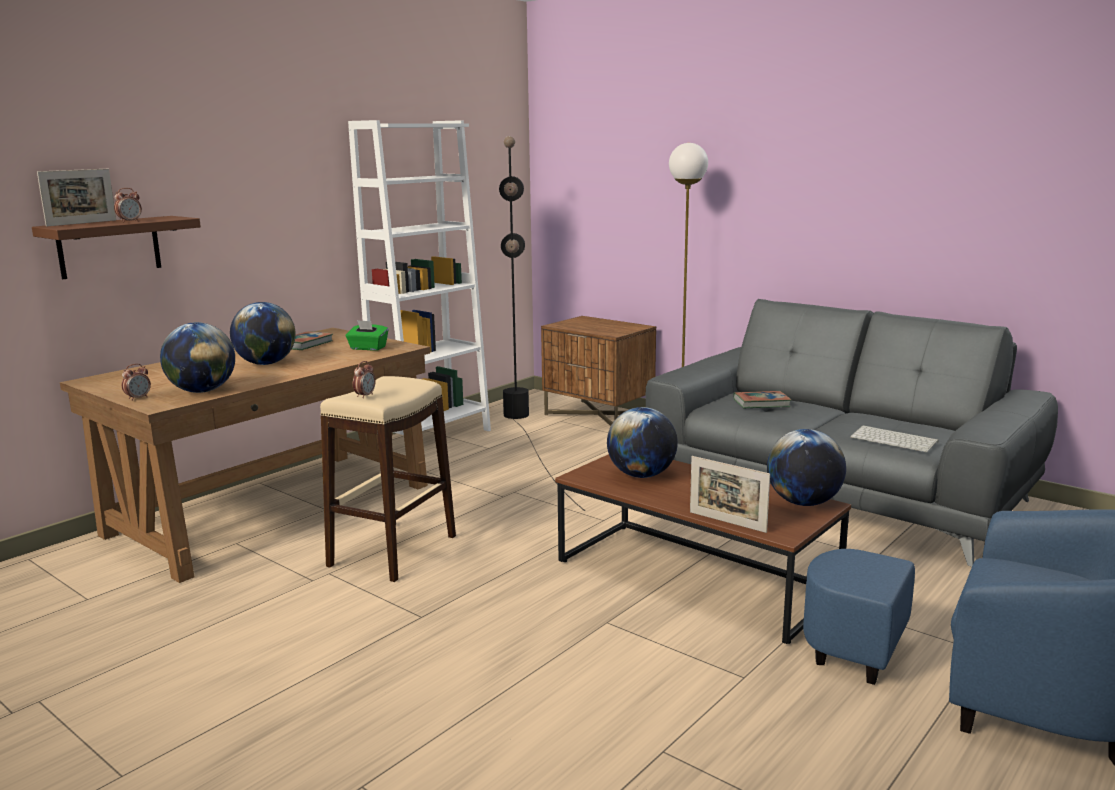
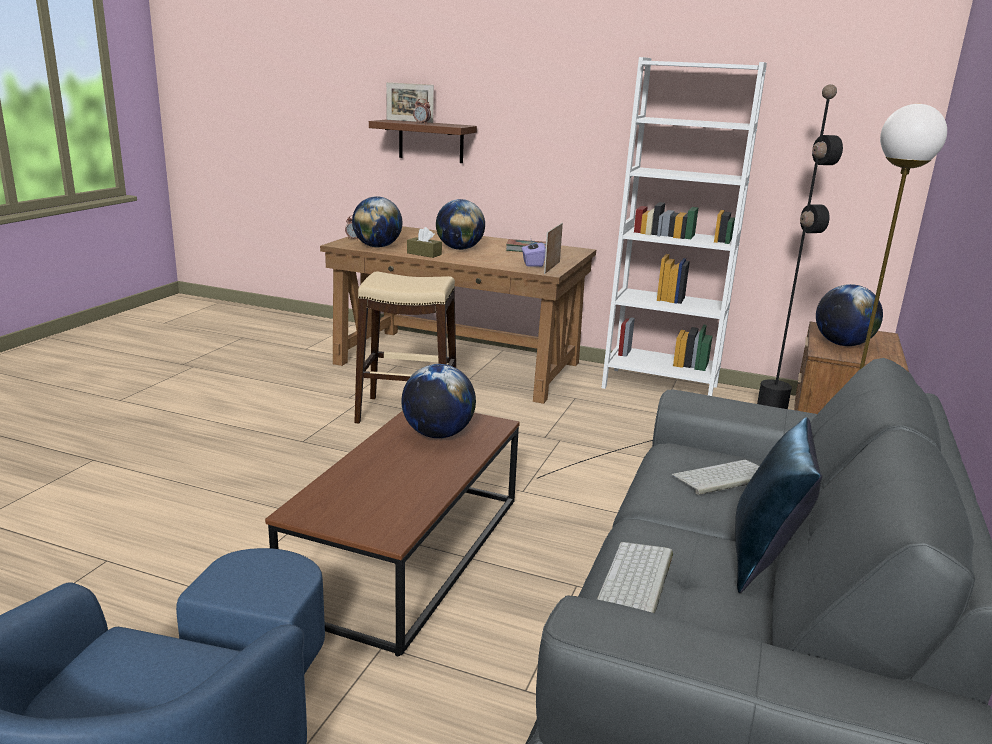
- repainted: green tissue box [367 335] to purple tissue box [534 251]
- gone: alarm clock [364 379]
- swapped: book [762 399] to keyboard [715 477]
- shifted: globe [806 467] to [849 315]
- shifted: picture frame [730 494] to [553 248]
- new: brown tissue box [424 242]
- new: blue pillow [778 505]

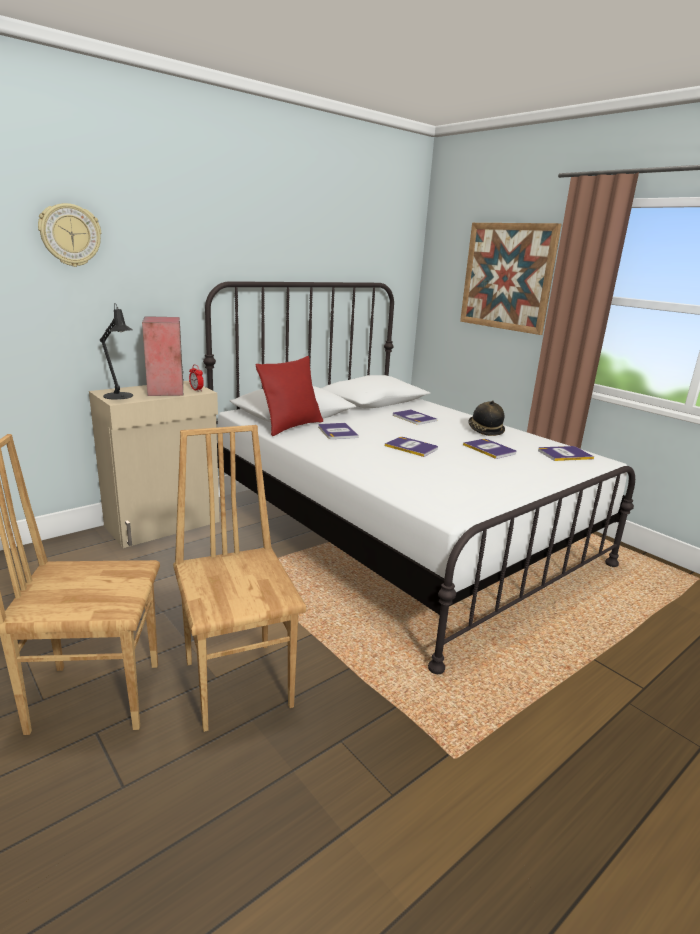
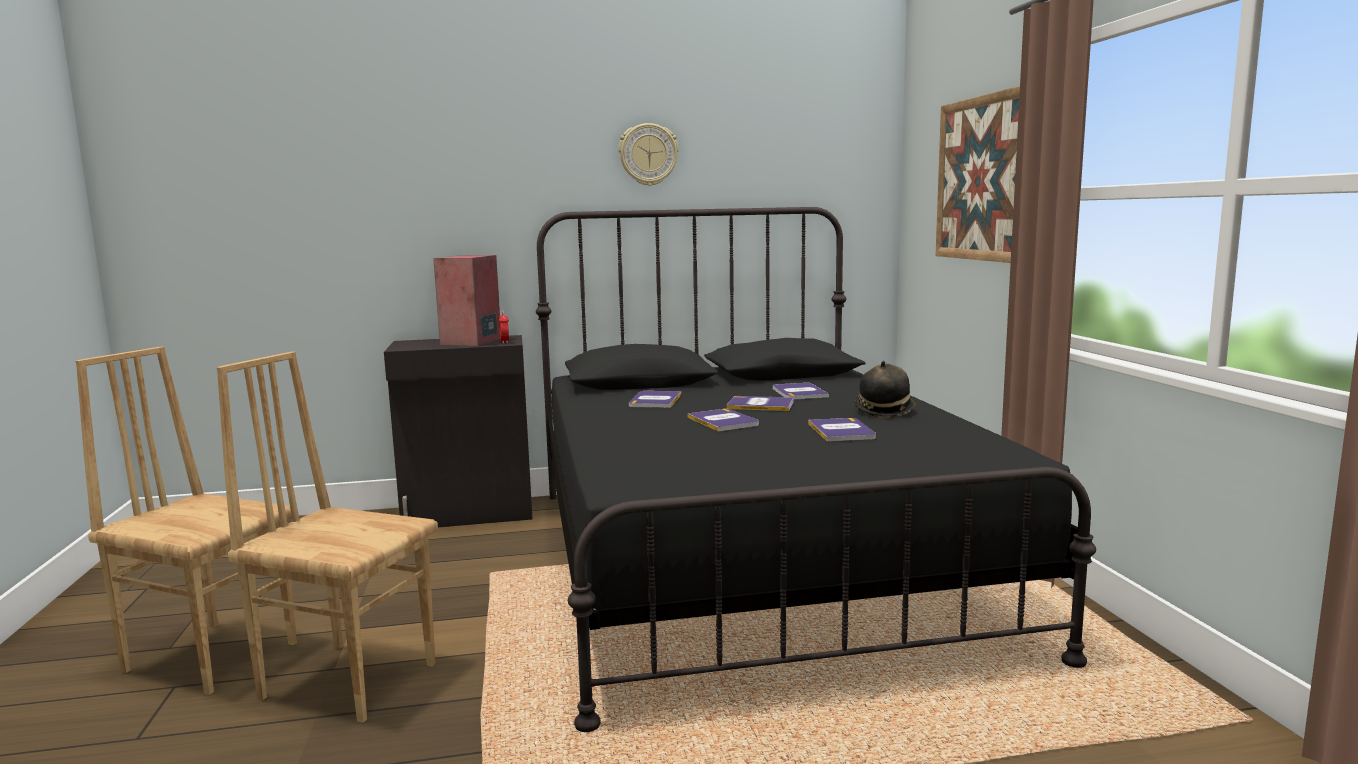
- shifted: wall clock [69 235] to [649 154]
- repainted: white bed [419 477] to black bed [816 469]
- gone: black table lamp [116 351]
- gone: red pillow [289 396]
- repainted: beige cabinet [154 464] to black cabinet [458 431]
- rotated: brown chair [239 578] = [327 537] 75 degrees counterclockwise
- shifted: book [566 453] to [760 403]

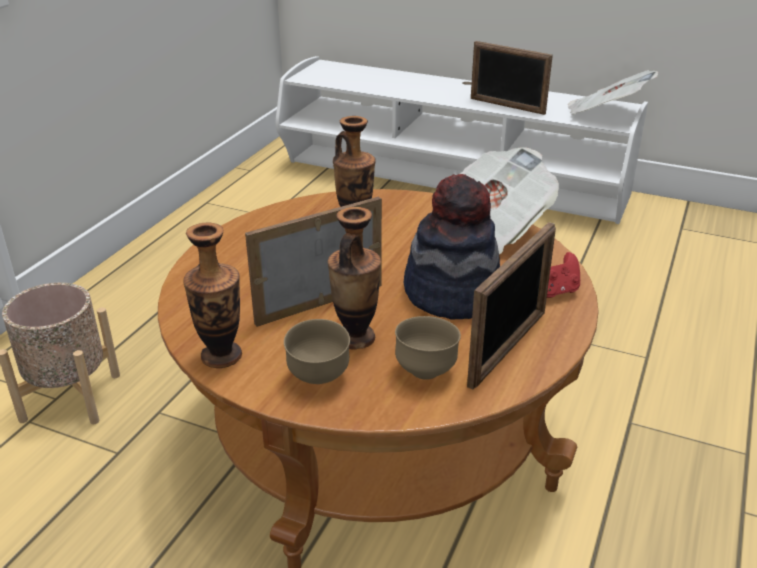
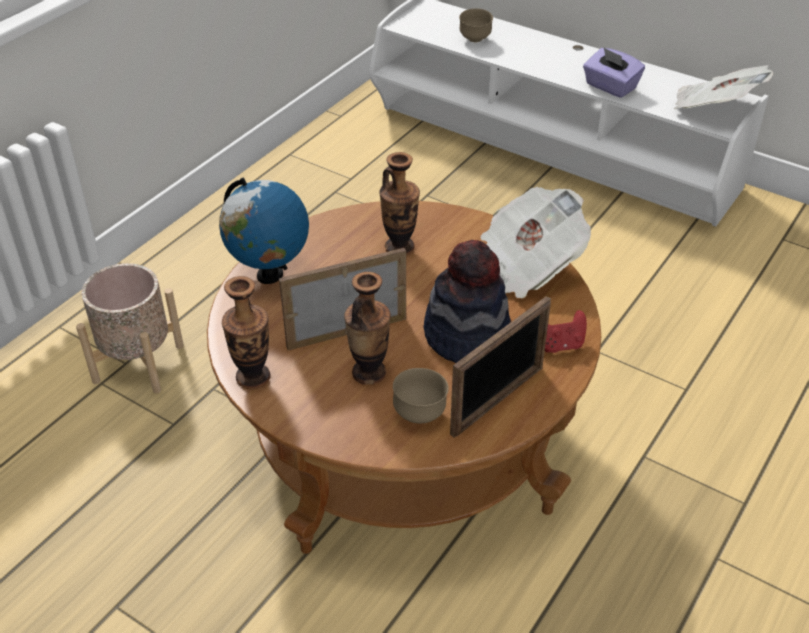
- swapped: picture frame [512 78] to purple tissue box [614 73]
- shifted: brown bowl [317 351] to [476 25]
- new: globe [264 230]

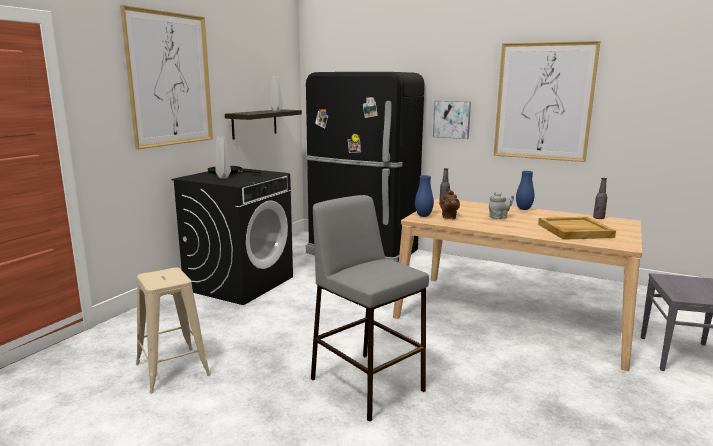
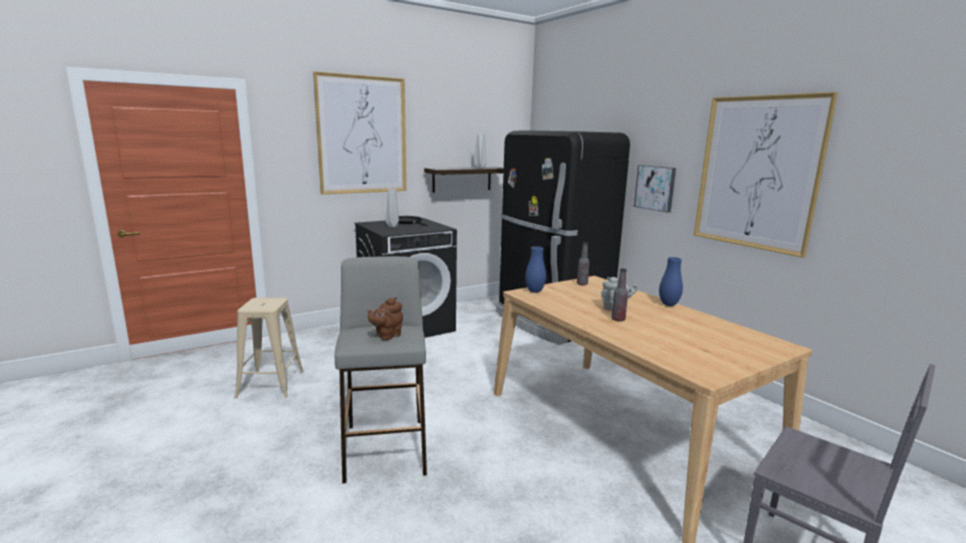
- shifted: bottle [600 198] to [619 295]
- shifted: brown teapot [450 204] to [385 318]
- gone: beige tray [577 228]

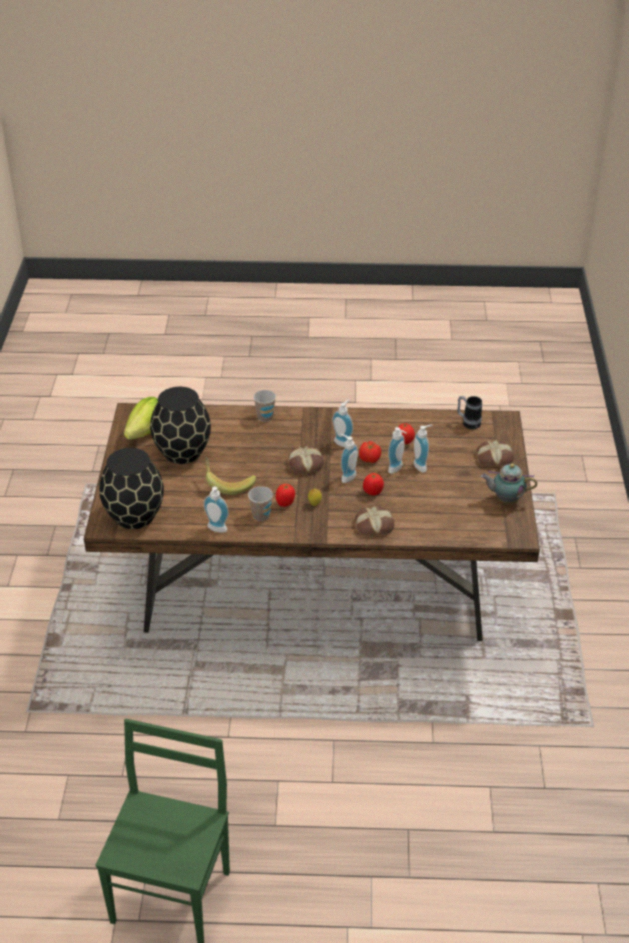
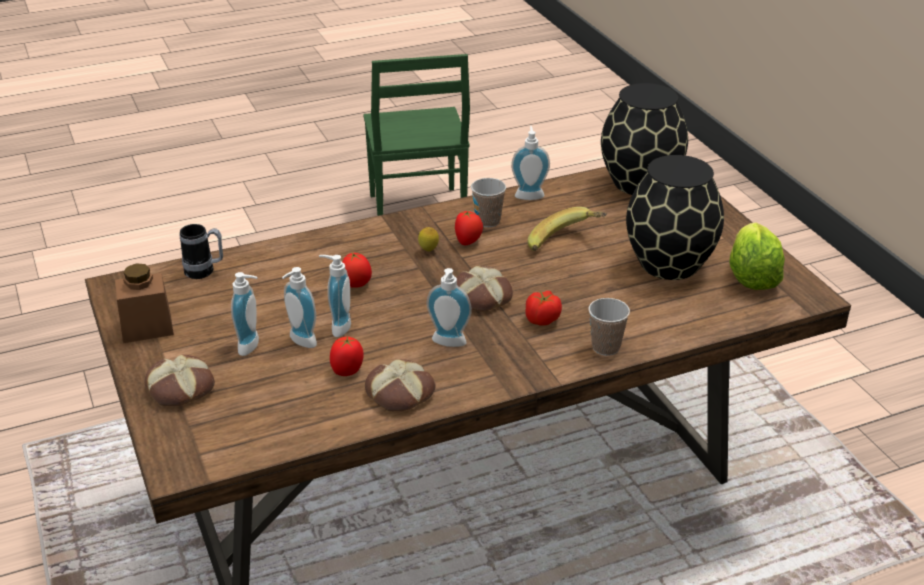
- shifted: mug [469 412] to [201 251]
- shifted: soap dispenser [349 458] to [245 314]
- shifted: tomato [370 452] to [543 308]
- swapped: teapot [509 484] to brown jar [144 303]
- shifted: bread [374 521] to [400 385]

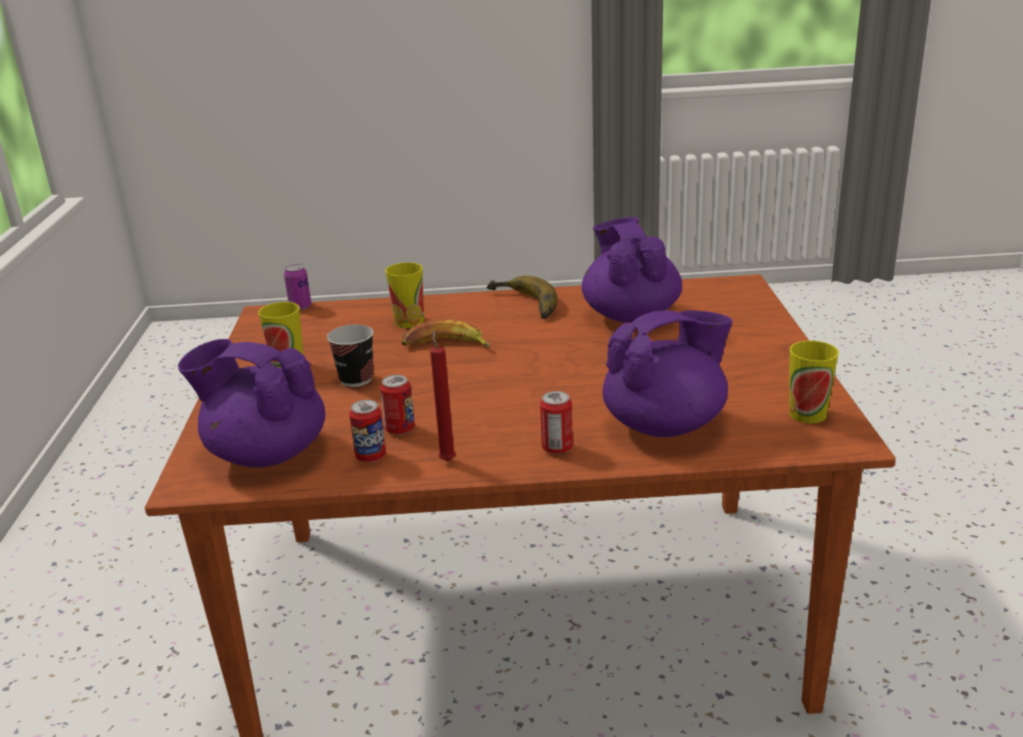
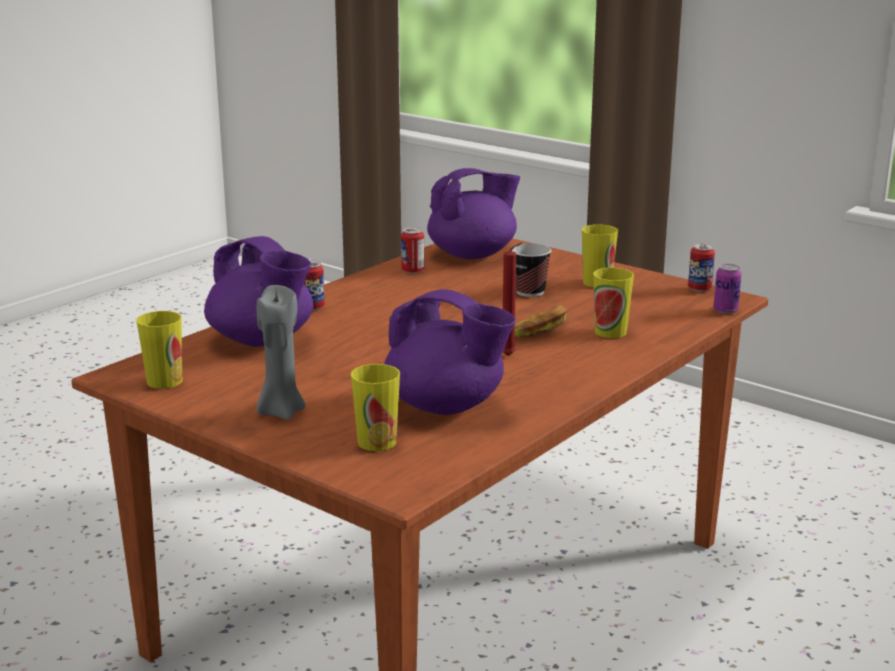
- gone: banana [522 297]
- rotated: purple teapot [667 373] = [259 291] 60 degrees counterclockwise
- shifted: red candle [443 395] to [512 299]
- shifted: can [397 405] to [701 267]
- new: grey candle [281 352]
- new: cup [375 407]

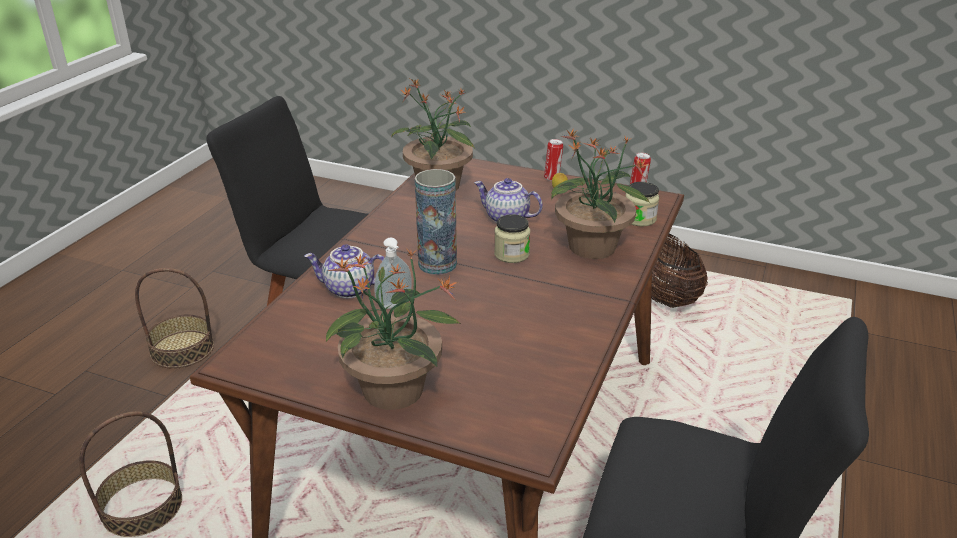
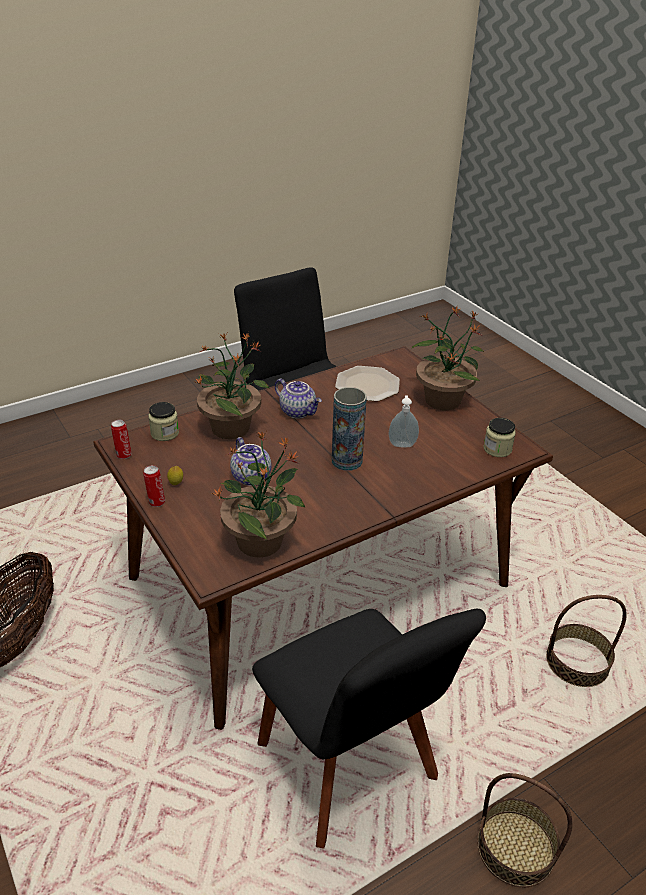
- shifted: jar [512 238] to [499 437]
- shifted: teapot [344 271] to [298 399]
- new: plate [367 384]

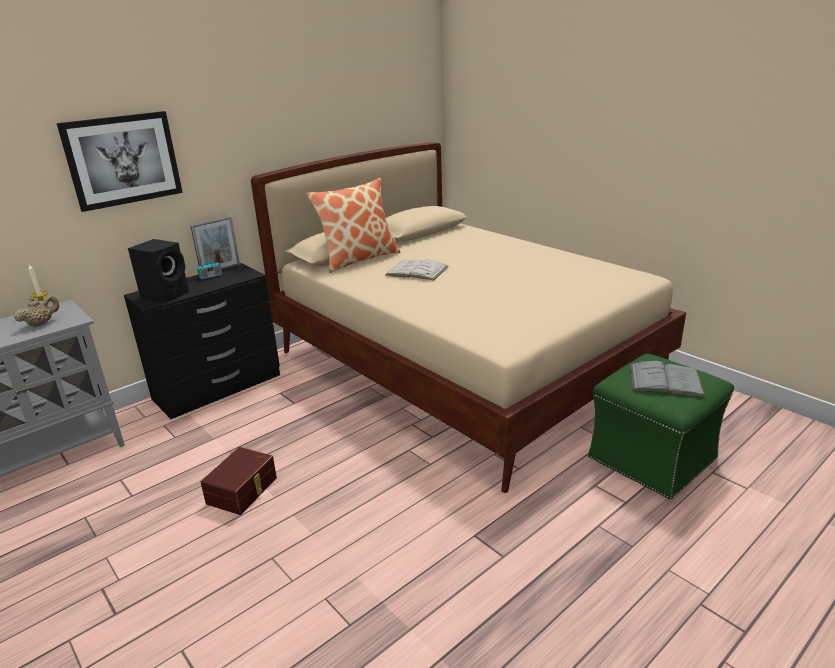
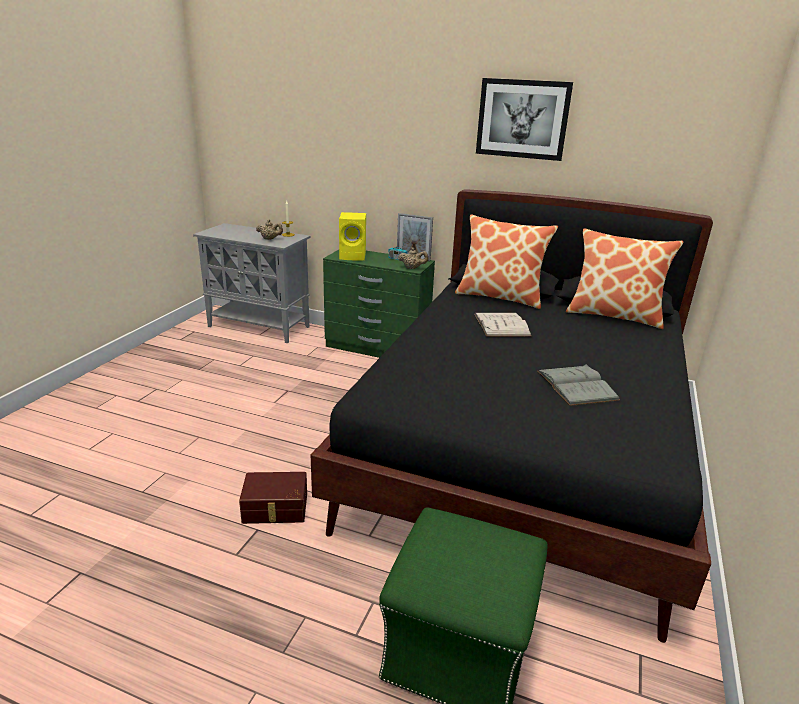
- shifted: picture [120 161] to [524 119]
- repainted: beige bed [468 317] to black bed [512 416]
- repainted: black speaker [158 271] to yellow speaker [352 236]
- repainted: black dresser [202 341] to green dresser [379 304]
- shifted: grey book [668 378] to [578 385]
- shifted: brown storage box [239 481] to [273 498]
- new: pillow [624 278]
- new: beige teapot [413 258]

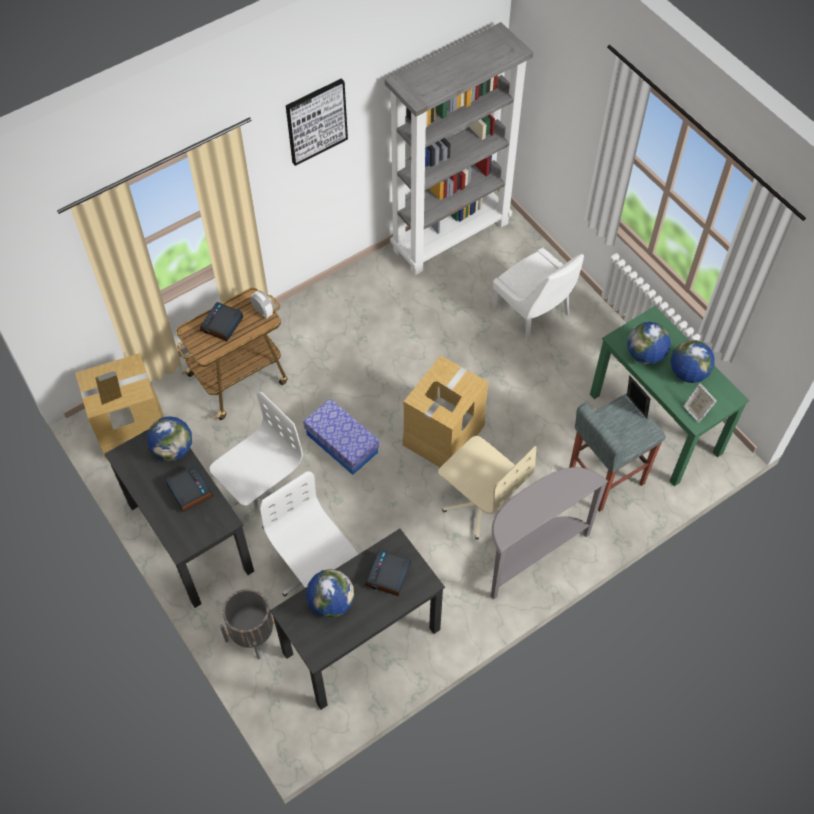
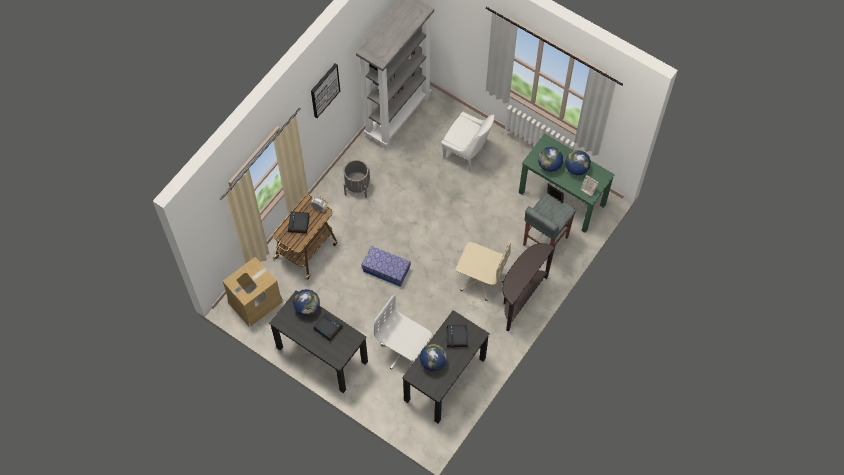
- gone: cardboard box [445 411]
- gone: white office chair [256 460]
- repainted: grey console table [550 533] to brown console table [528 287]
- shifted: grey planter [247 624] to [357 179]

